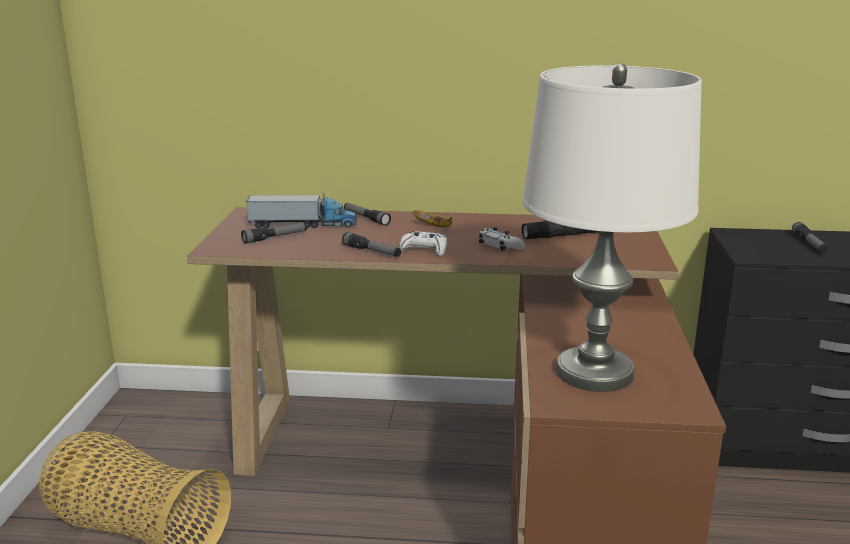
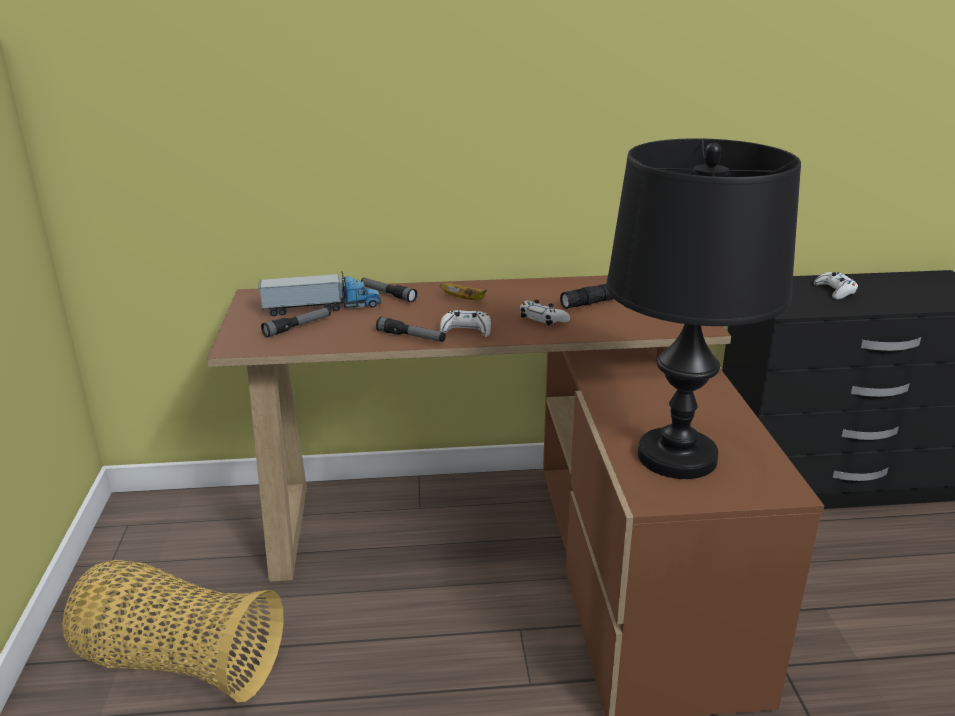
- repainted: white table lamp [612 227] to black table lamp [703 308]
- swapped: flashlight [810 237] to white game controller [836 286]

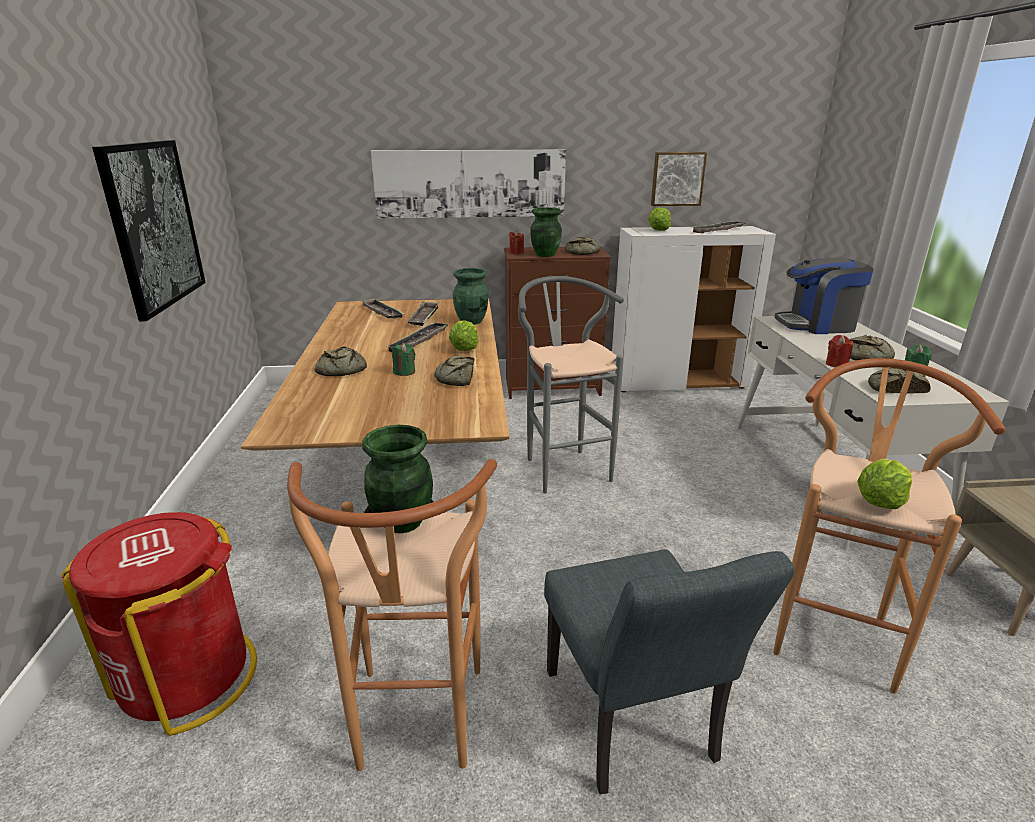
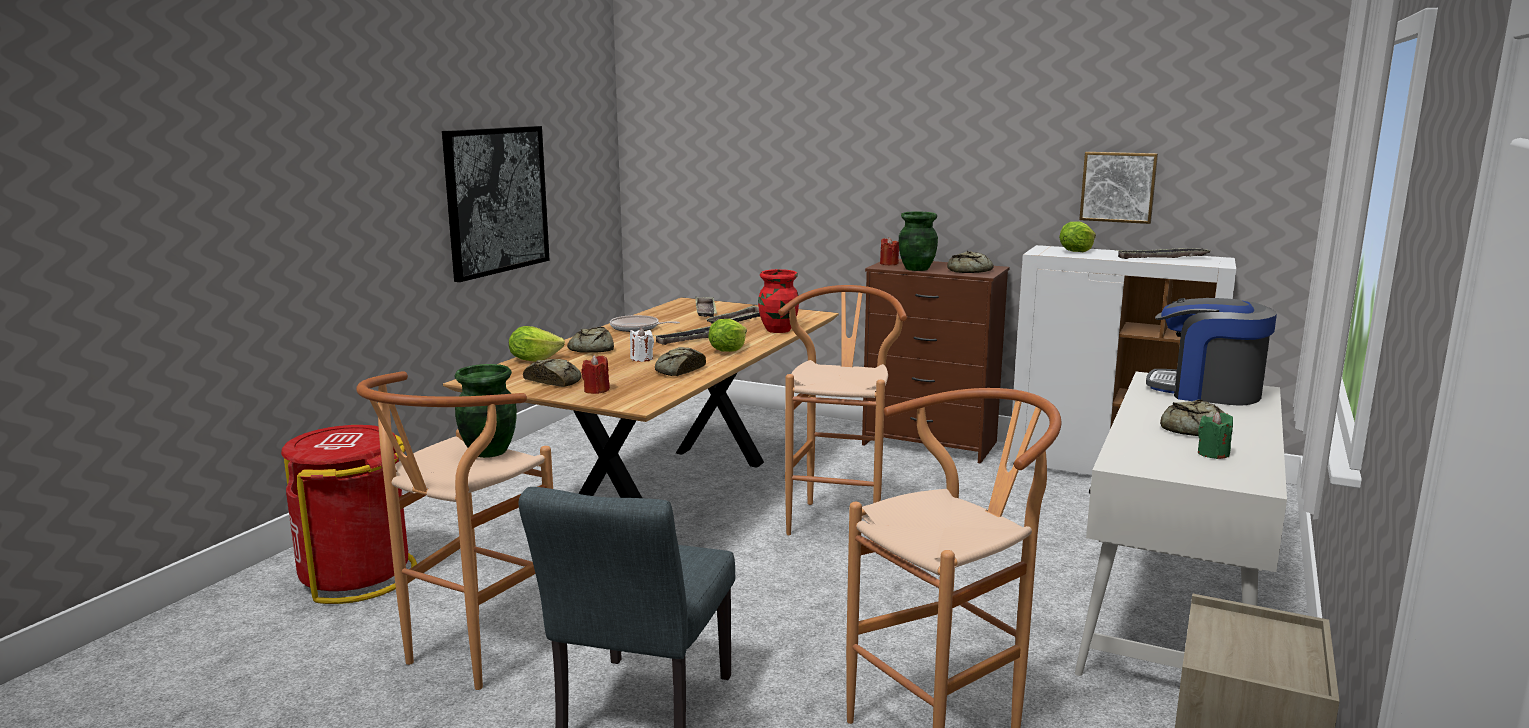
- gone: picture [468 184]
- repainted: green vase [470 296] to red vase [778 301]
- repainted: grey stool [571 385] to brown stool [842 410]
- shifted: red candle [839 351] to [595 374]
- repainted: green candle [403 359] to white candle [642 344]
- shifted: bread [899 380] to [552 373]
- shifted: lettuce [884 484] to [537 344]
- new: frying pan [645 323]

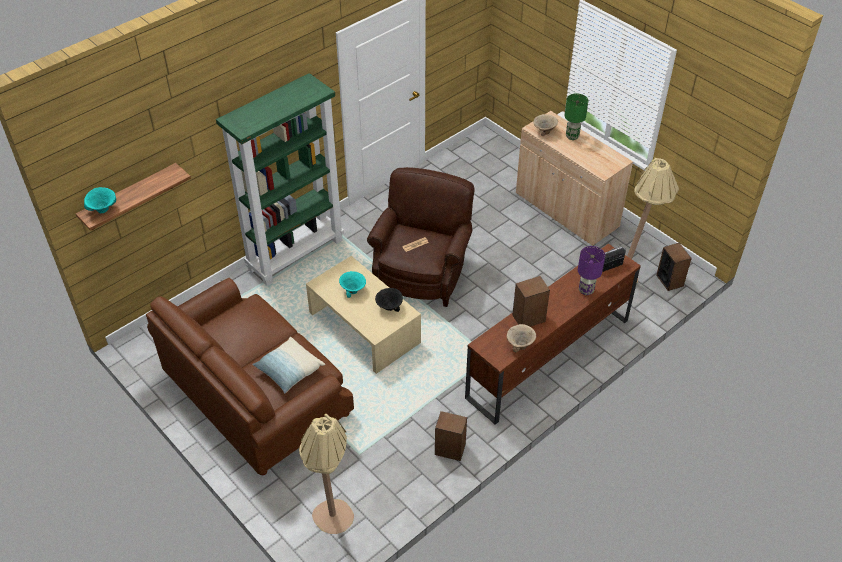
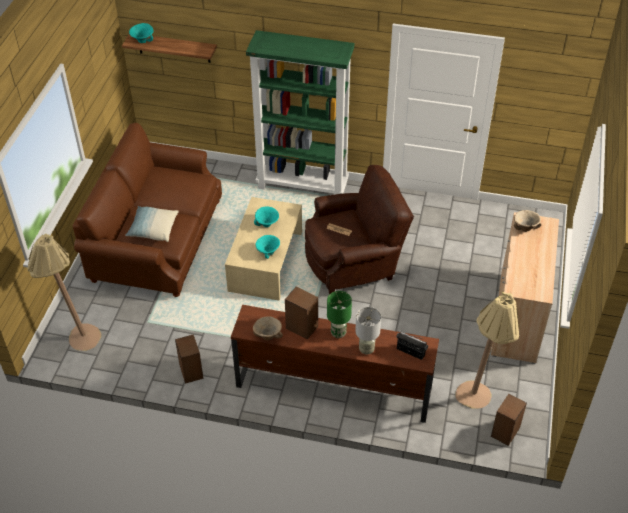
- shifted: green table lamp [576 116] to [339 314]
- repainted: purple table lamp [591 270] to grey table lamp [368 331]
- repainted: black bowl [389 300] to turquoise bowl [268 247]

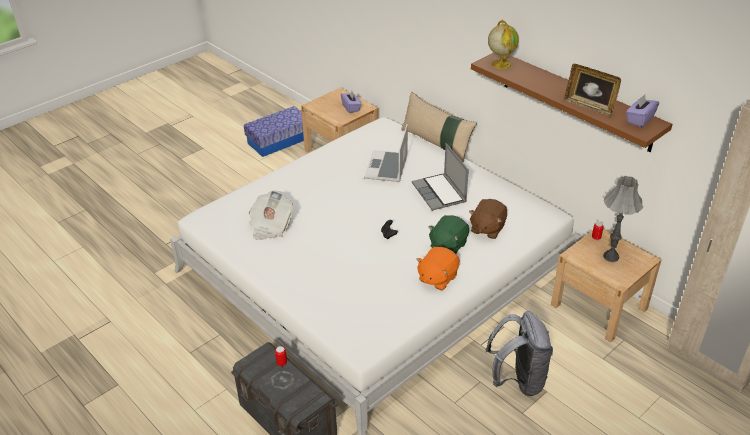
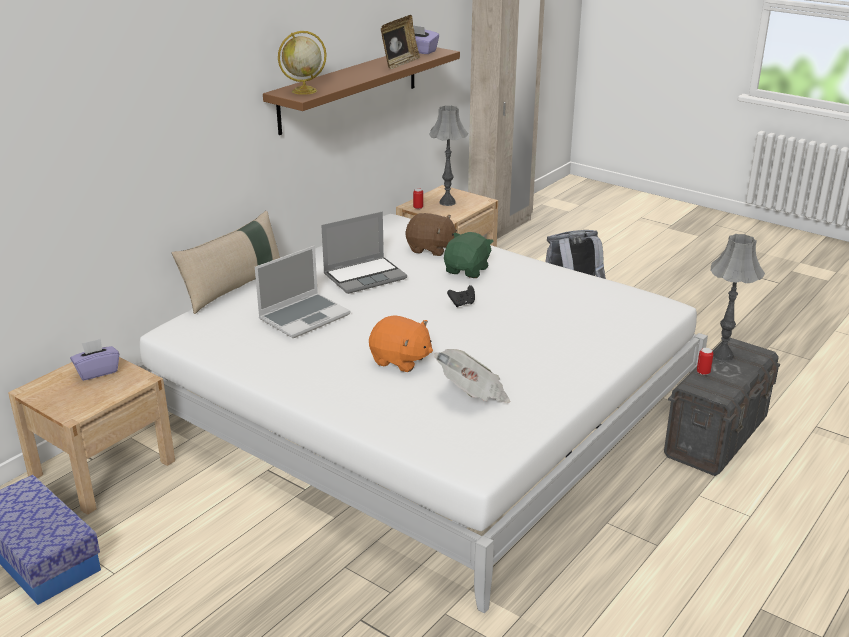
- rotated: laptop [386 153] = [302 292] 45 degrees counterclockwise
- rotated: green plush toy [448 234] = [469 255] 90 degrees counterclockwise
- shifted: orange plush toy [438 268] to [401 343]
- new: grey table lamp [738 298]

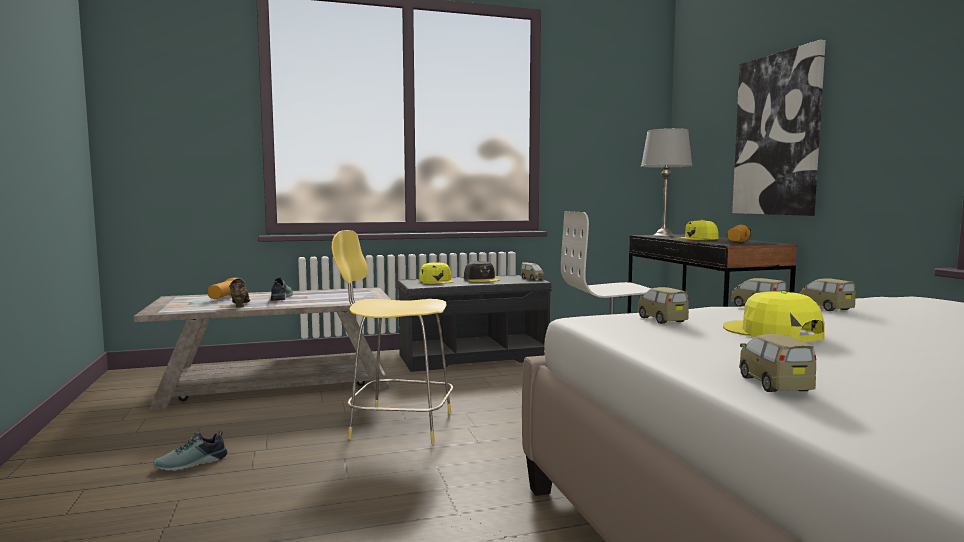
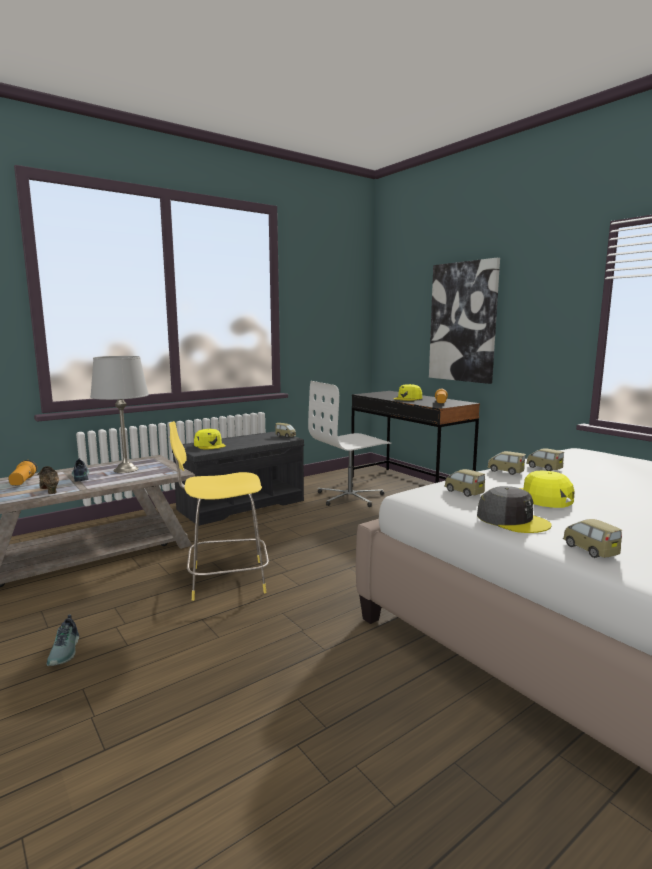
- shifted: grey table lamp [667 182] to [119 414]
- shifted: grey cap [481 271] to [514 509]
- rotated: shoe [190 450] = [62 640] 45 degrees counterclockwise

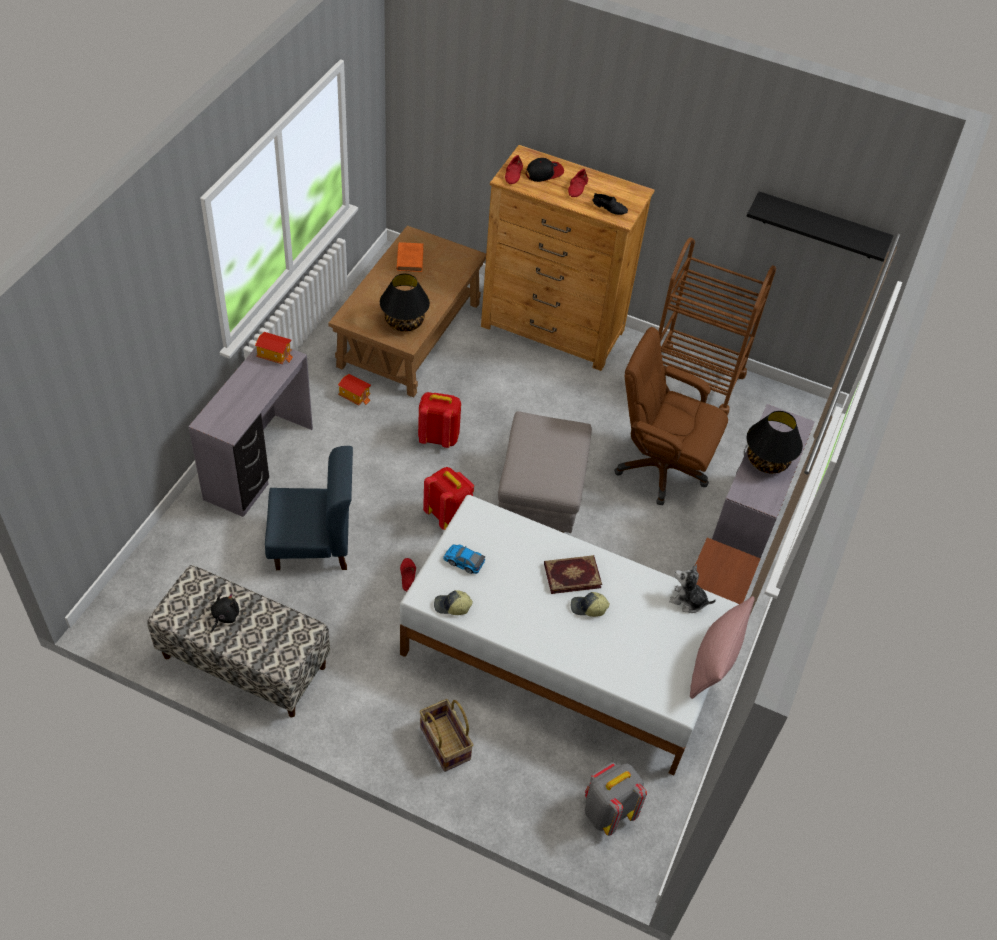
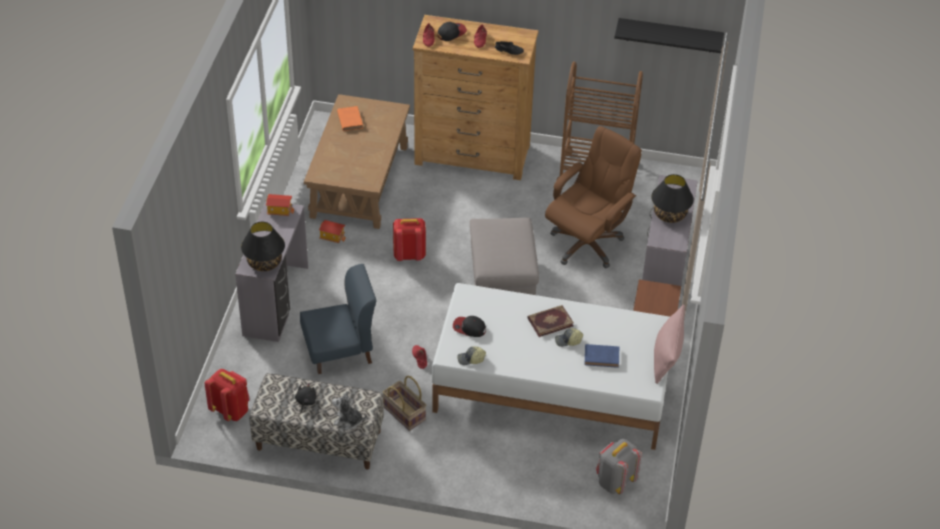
- shifted: black table lamp [405 303] to [263 246]
- rotated: brown office chair [671 416] = [593 197] 120 degrees clockwise
- shifted: red backpack [448 498] to [227 395]
- swapped: toy car [464 559] to cap [469 326]
- shifted: plush toy [692 588] to [349 410]
- shifted: basket [447 735] to [405 403]
- new: blue book [601 356]

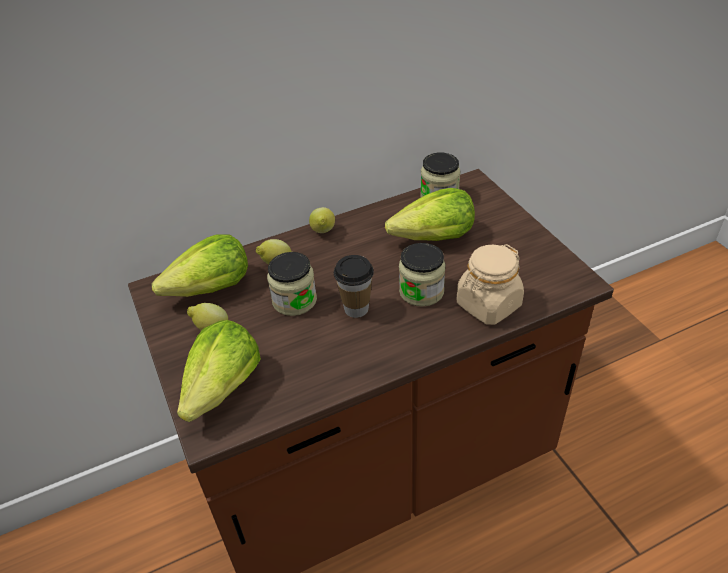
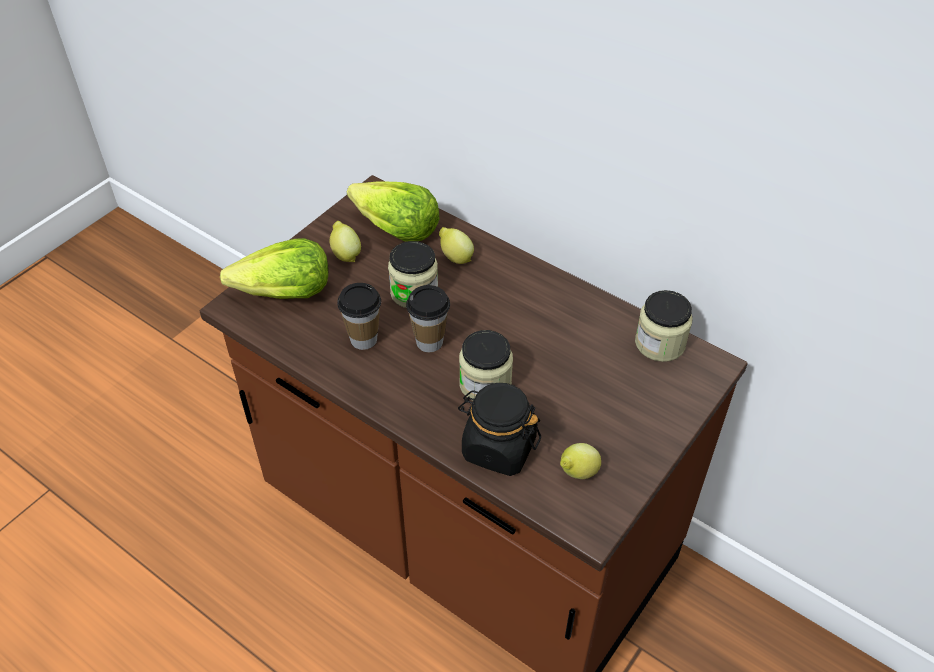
- gone: lettuce [430 214]
- shifted: lemon [322 220] to [580 461]
- repainted: beige jar [490 284] to black jar [499 429]
- new: cup [359 316]

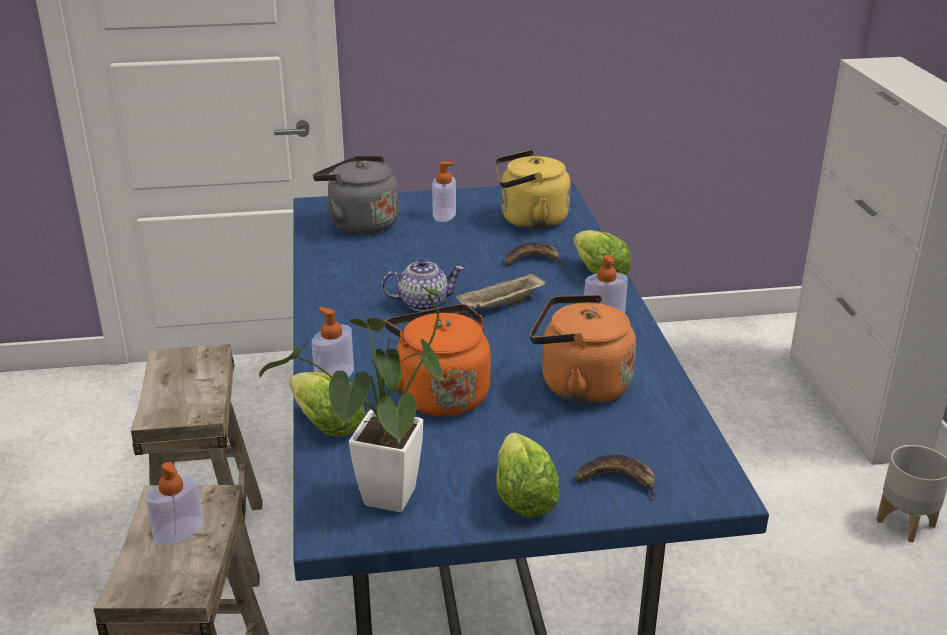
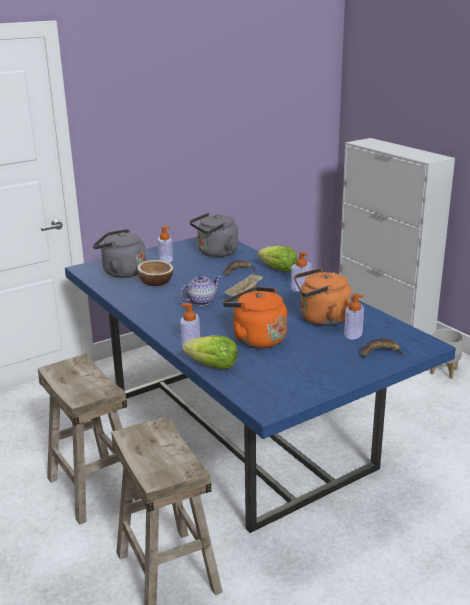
- repainted: yellow kettle [532 189] to grey kettle [214 235]
- gone: potted plant [353 399]
- gone: lettuce [528 474]
- shifted: soap dispenser [175 503] to [354 316]
- new: bowl [155 273]

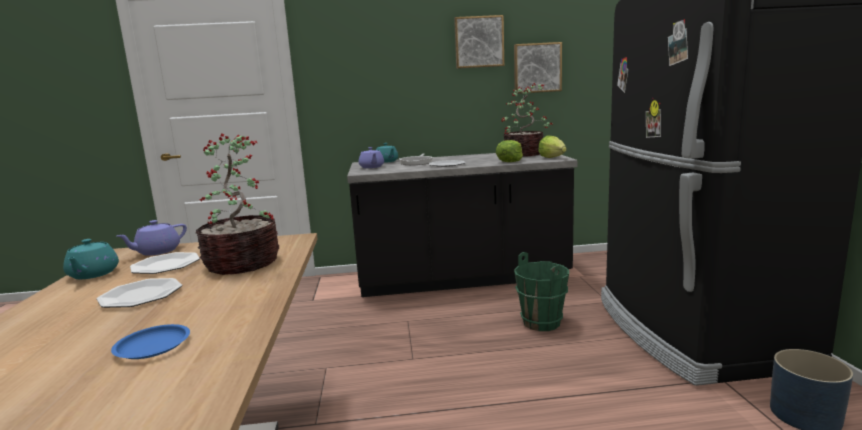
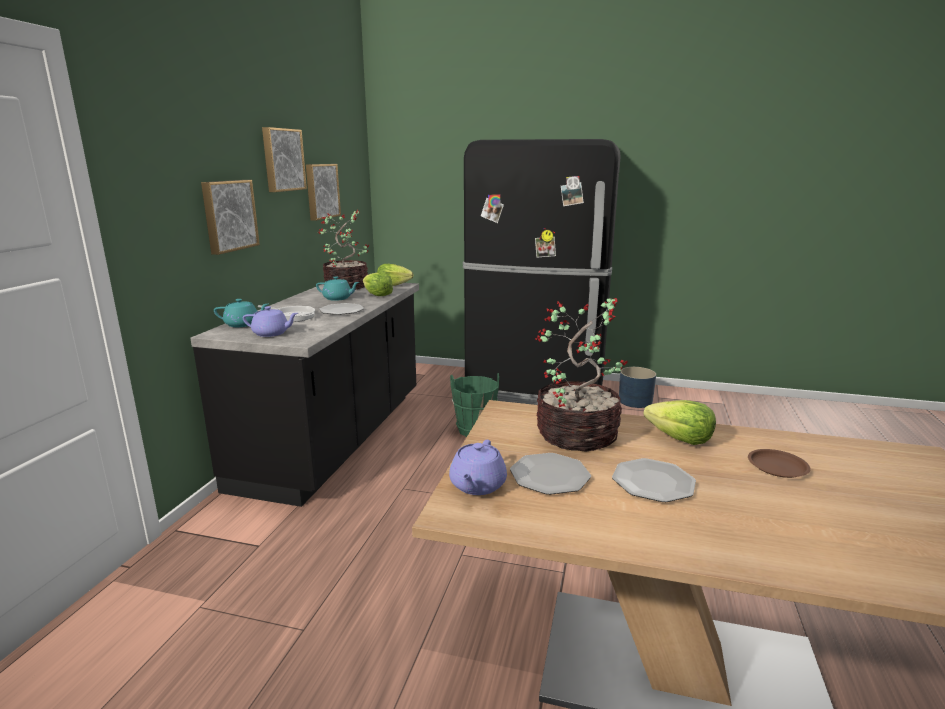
- rotated: purple teapot [152 238] = [478 467] 45 degrees clockwise
- shifted: turquoise teapot [91 259] to [337 288]
- repainted: blue plate [150 341] to brown plate [779 463]
- new: picture [230 217]
- new: lettuce [679 422]

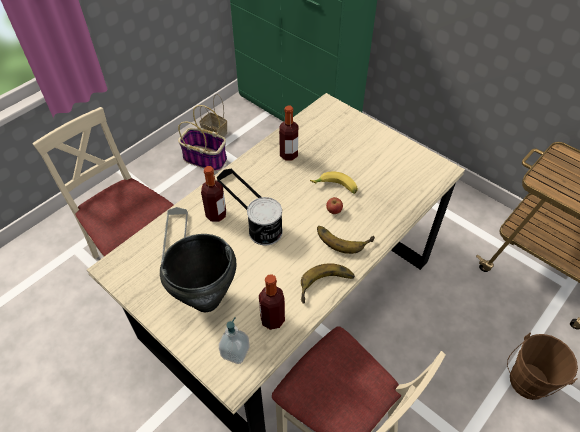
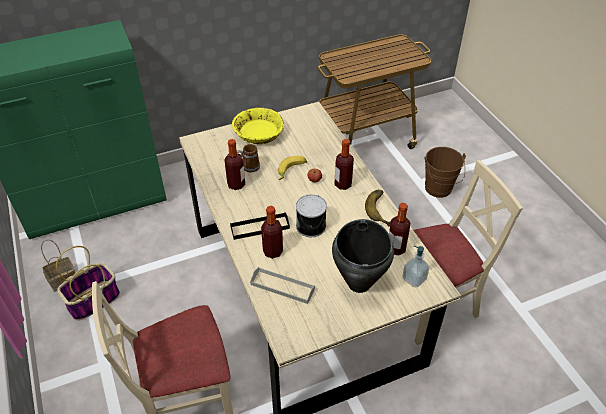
- swapped: banana [346 240] to bottle [344 164]
- new: yellow bowl [258 126]
- new: mug [248 158]

